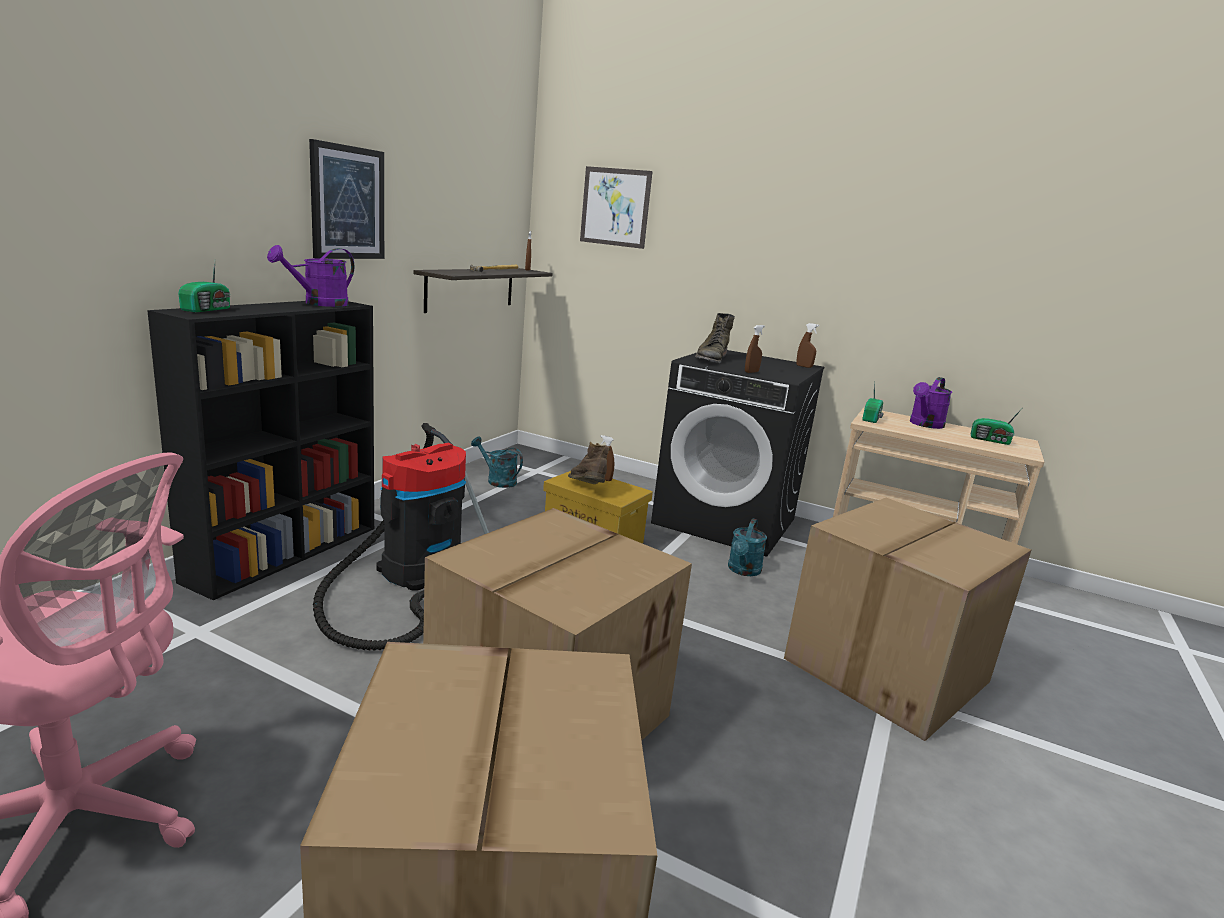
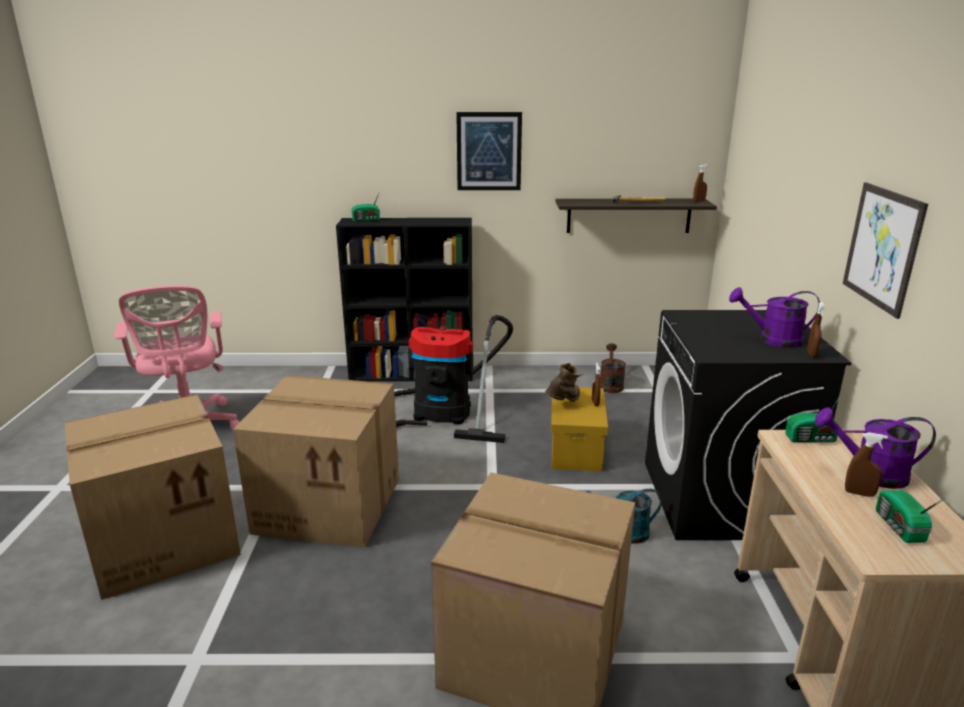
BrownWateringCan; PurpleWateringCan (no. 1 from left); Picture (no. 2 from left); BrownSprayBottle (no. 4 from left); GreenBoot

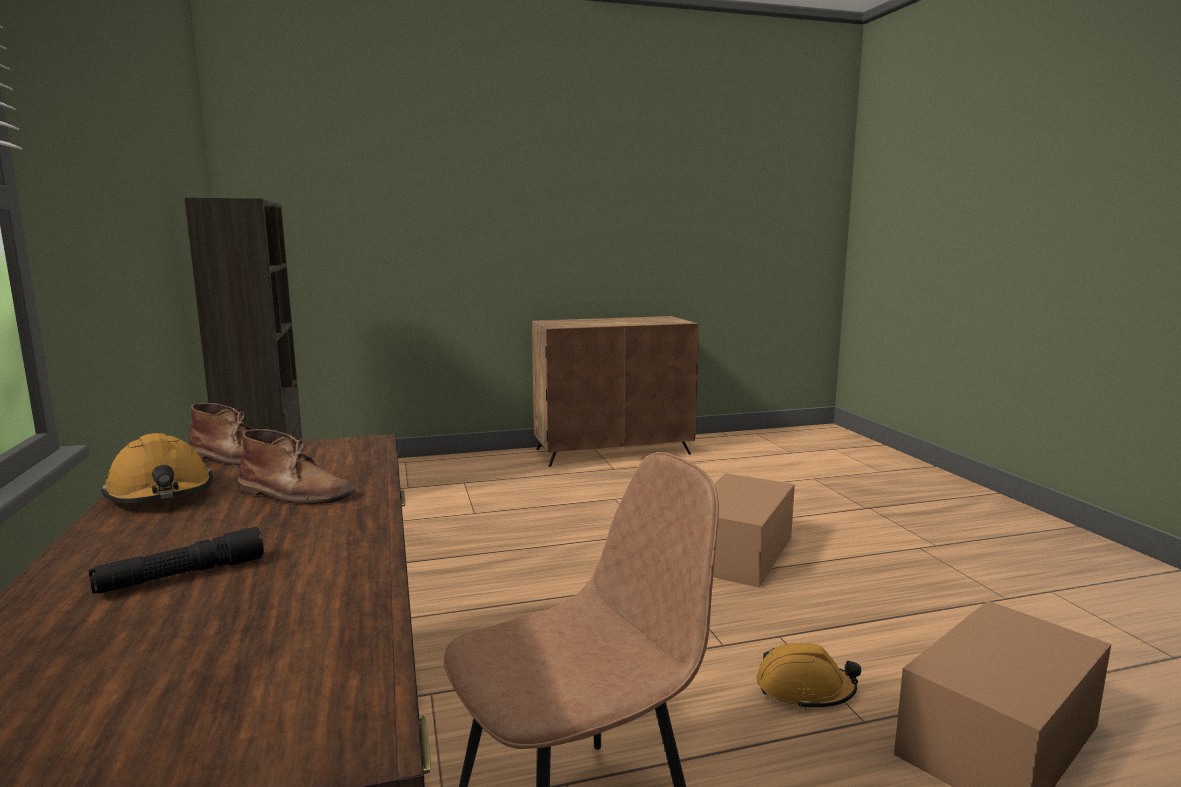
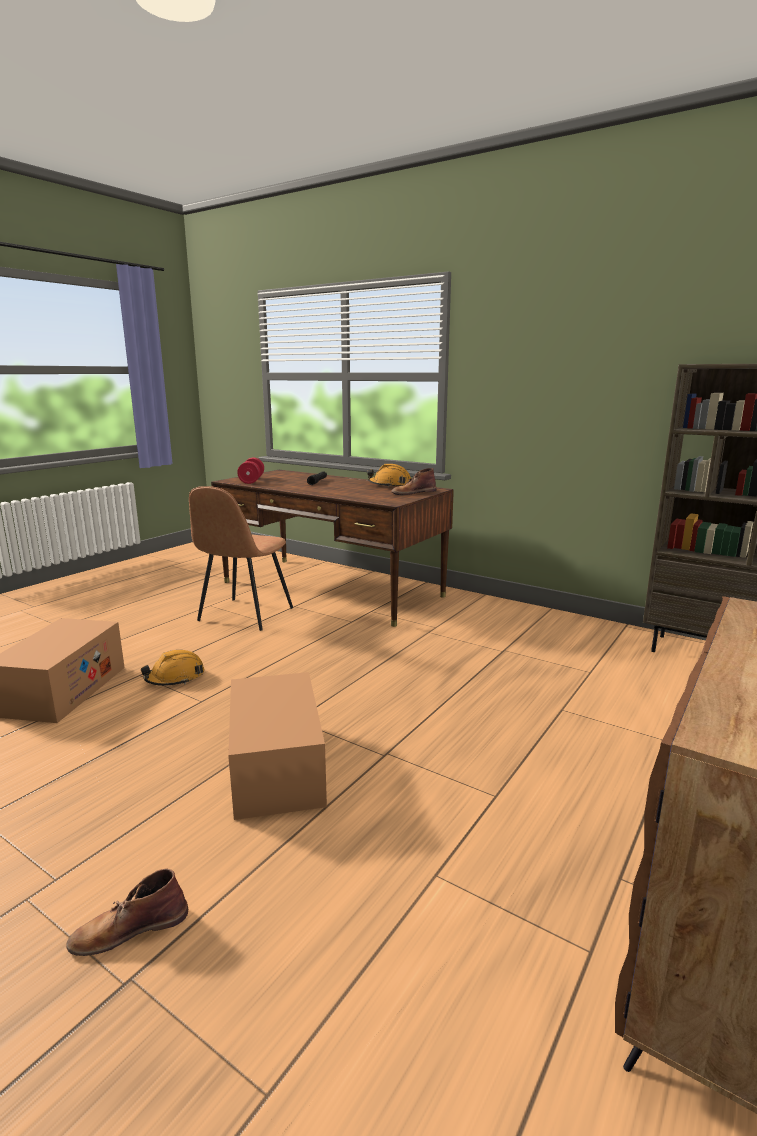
BrownBoot (no. 1 from left); RedDumbbell

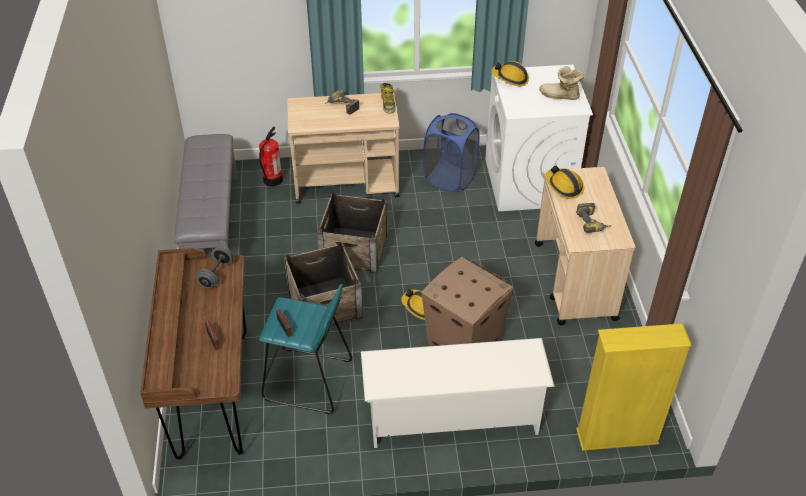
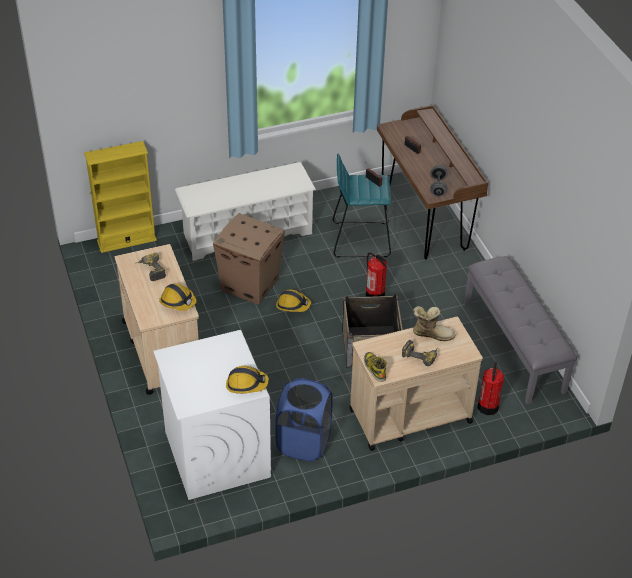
FireExtinguisher (no. 1 from left); Boot (no. 2 from left)

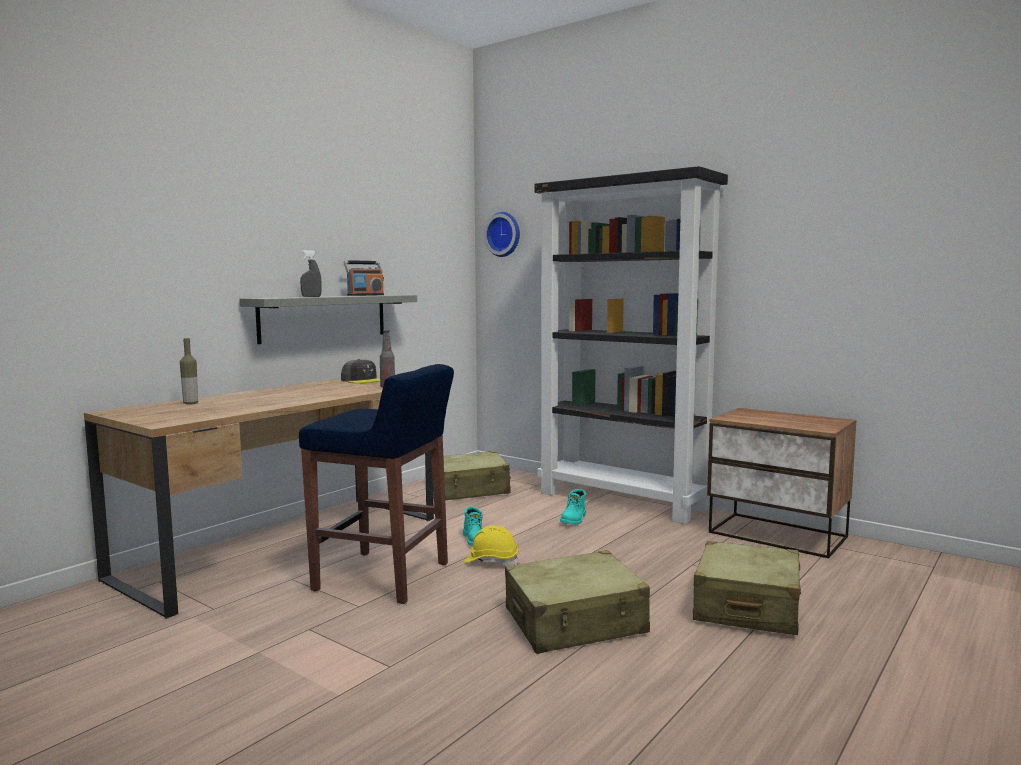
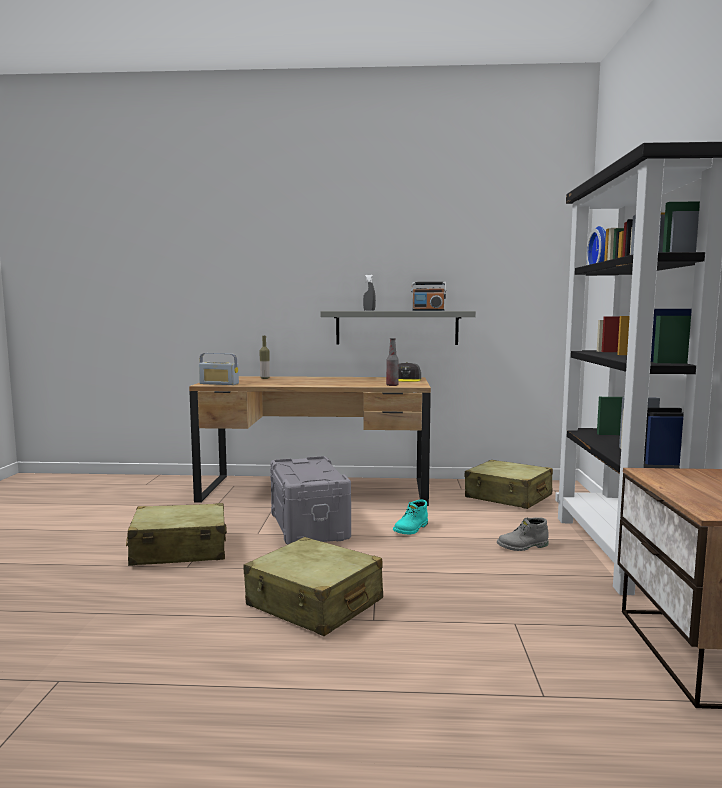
BeigeSuitcase (no. 1 from left); Radio (no. 1 from left); GreyStorageBox; GreyBoot; YellowHardHat

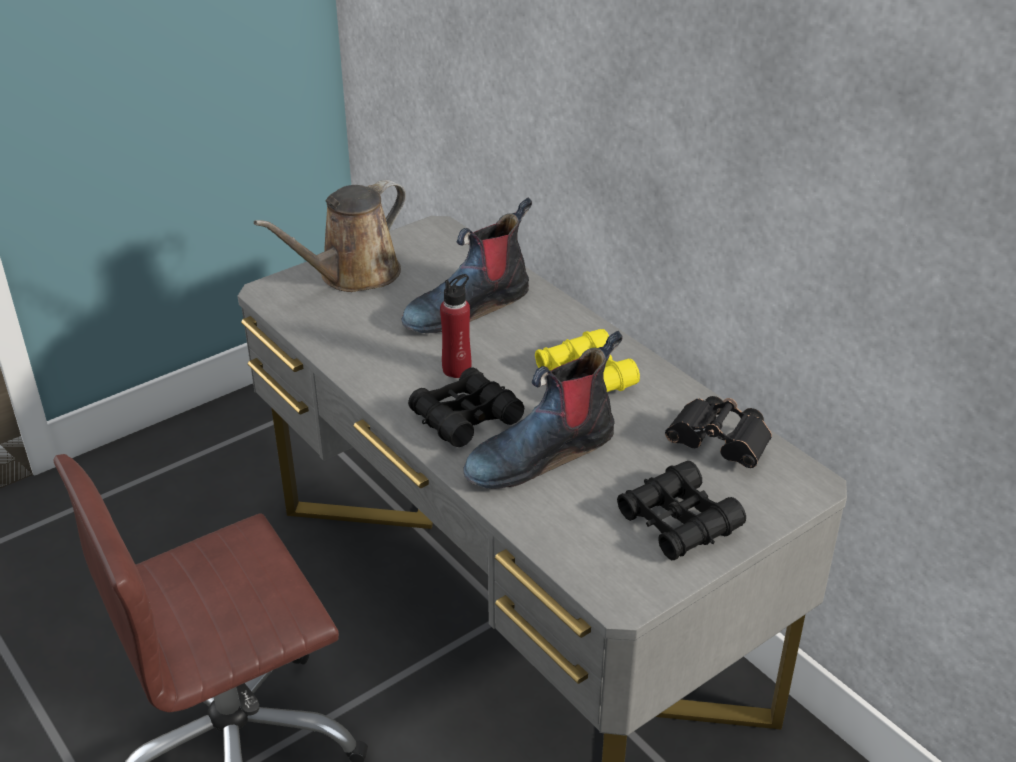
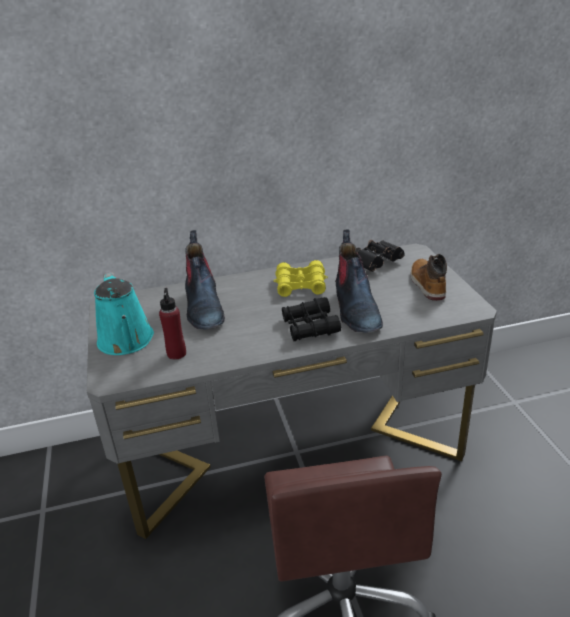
TurquoiseWateringCan; RedBottle; Boot (no. 3 from left)

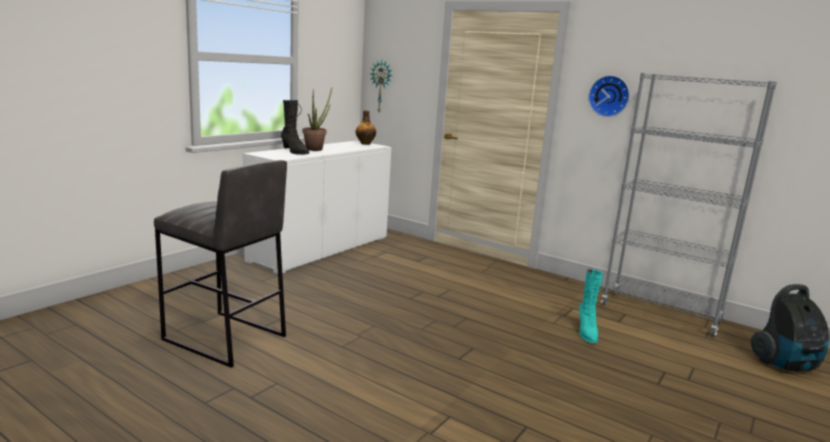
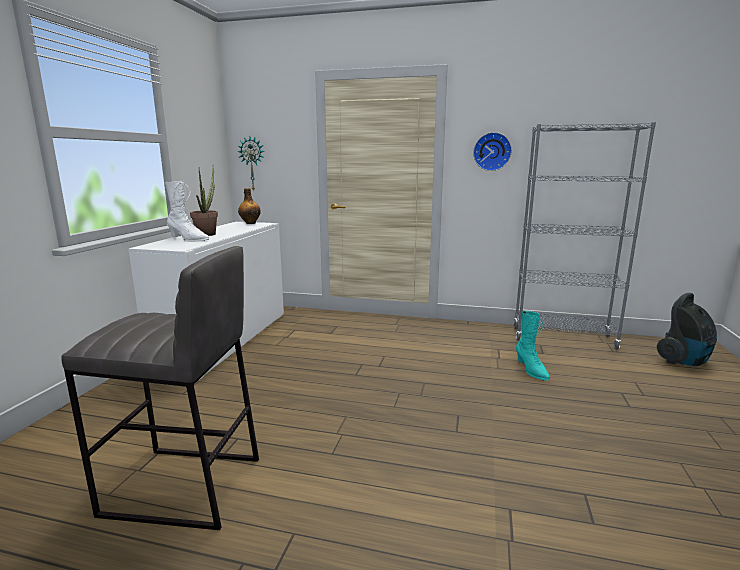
WhiteBoot

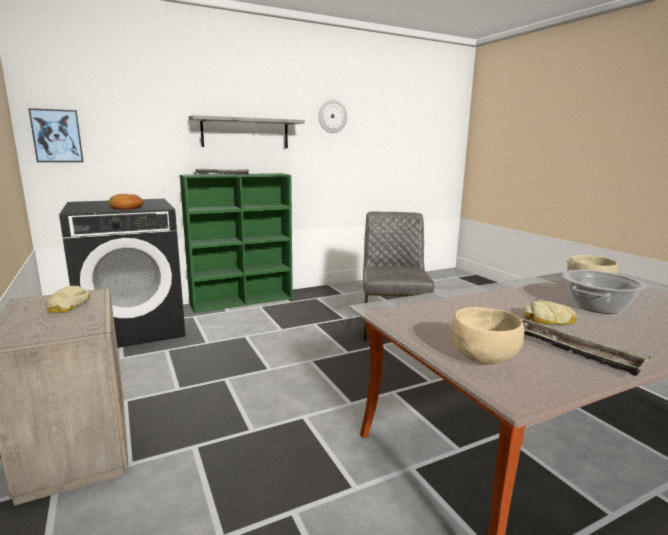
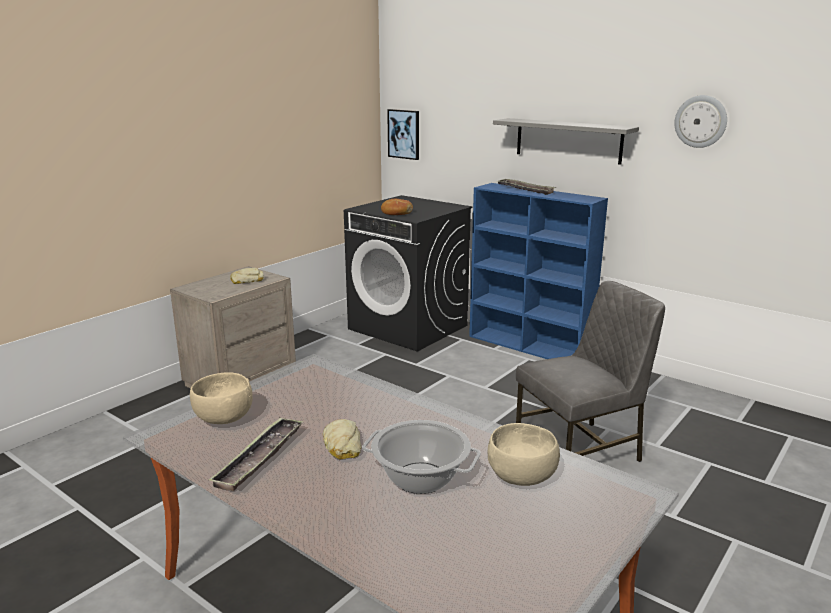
BlueBookcase

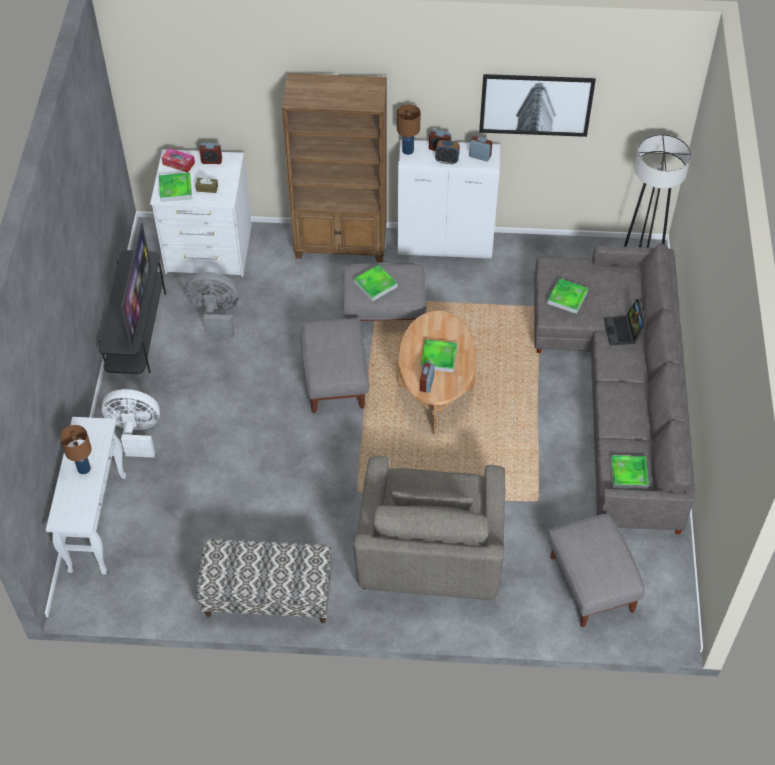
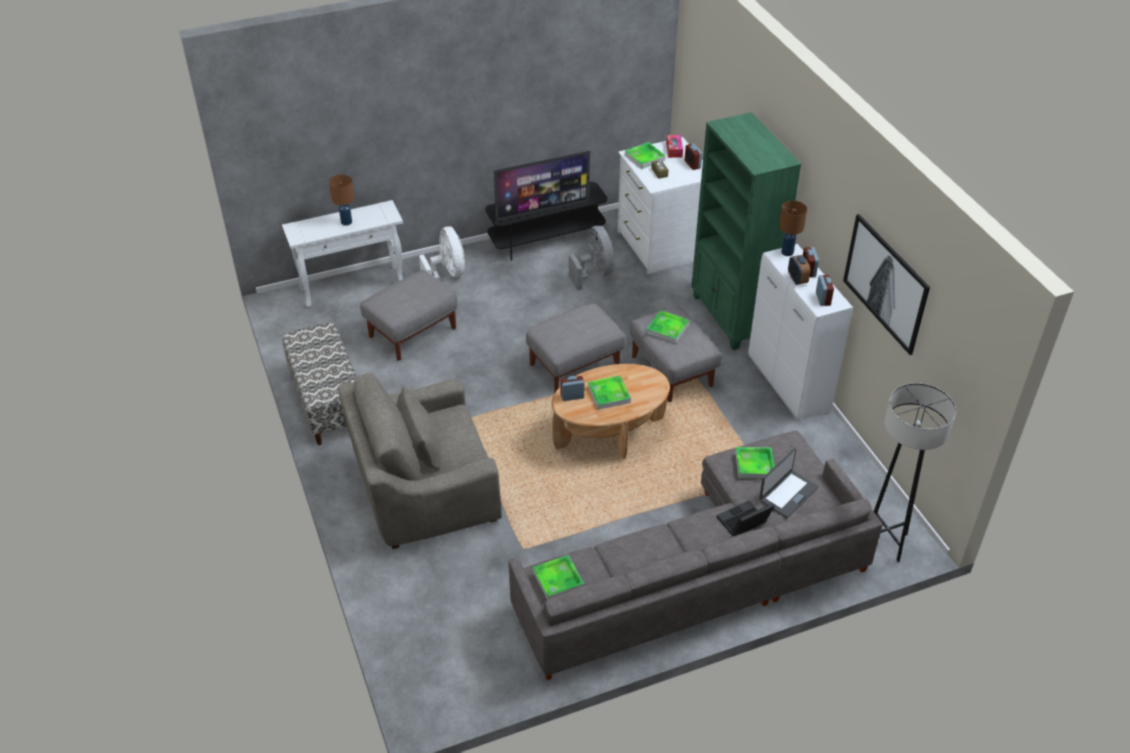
GreyOttoman (no. 1 from left); GreenBookcase; Laptop (no. 2 from left)

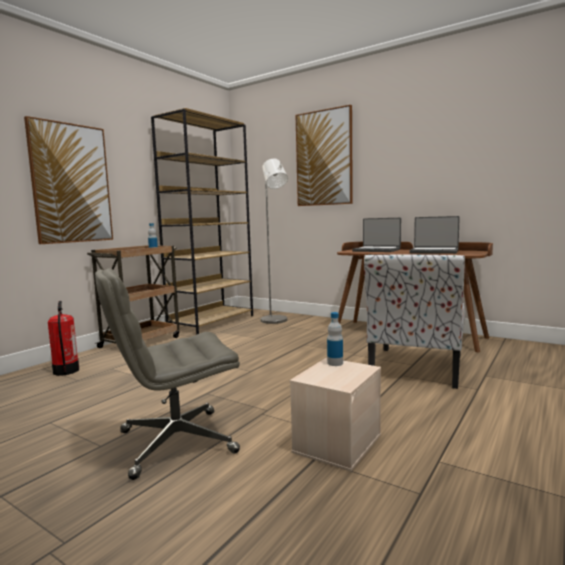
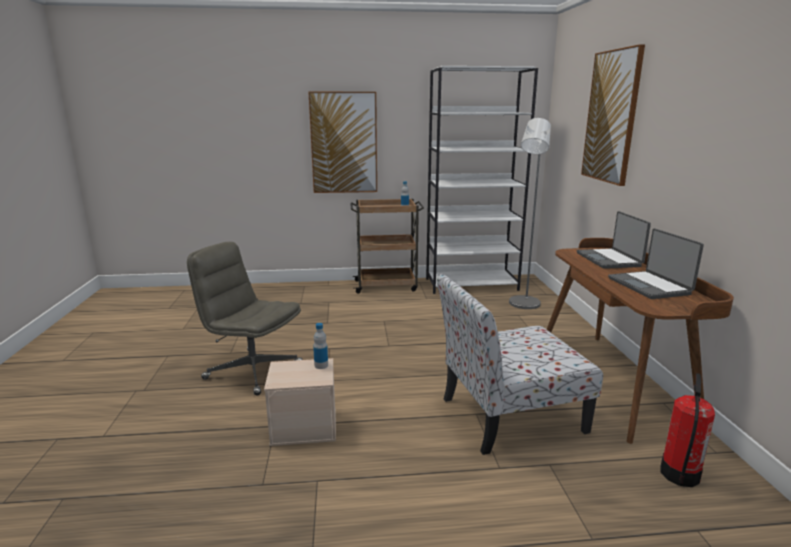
WhiteBookcase; FireExtinguisher

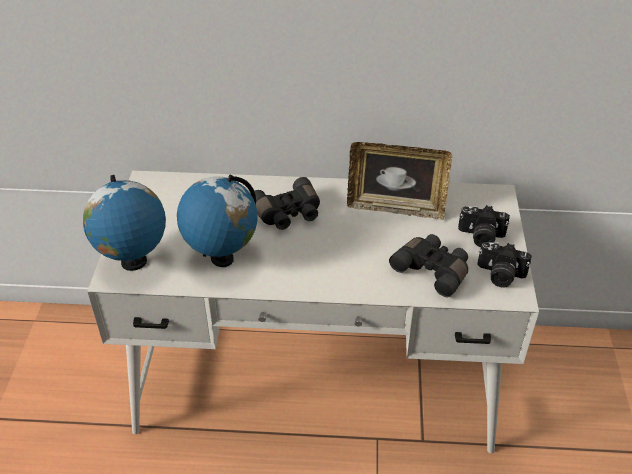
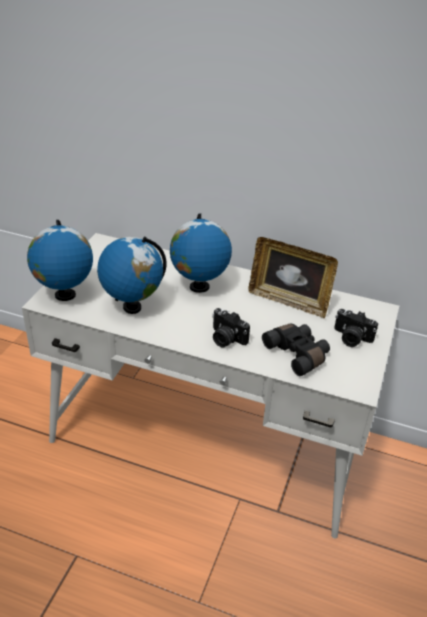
Globe (no. 3 from left); PhotoCamera (no. 1 from left)

